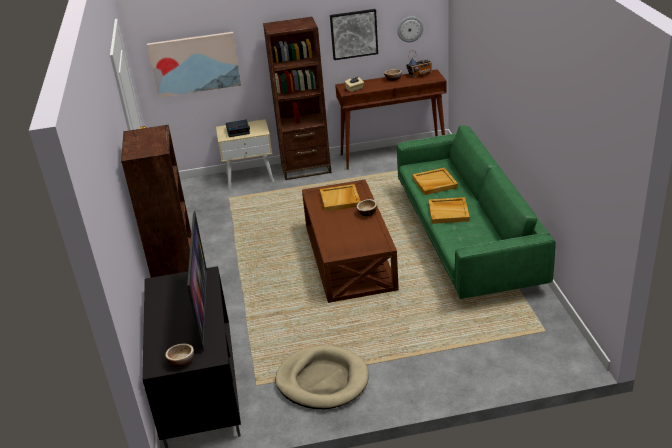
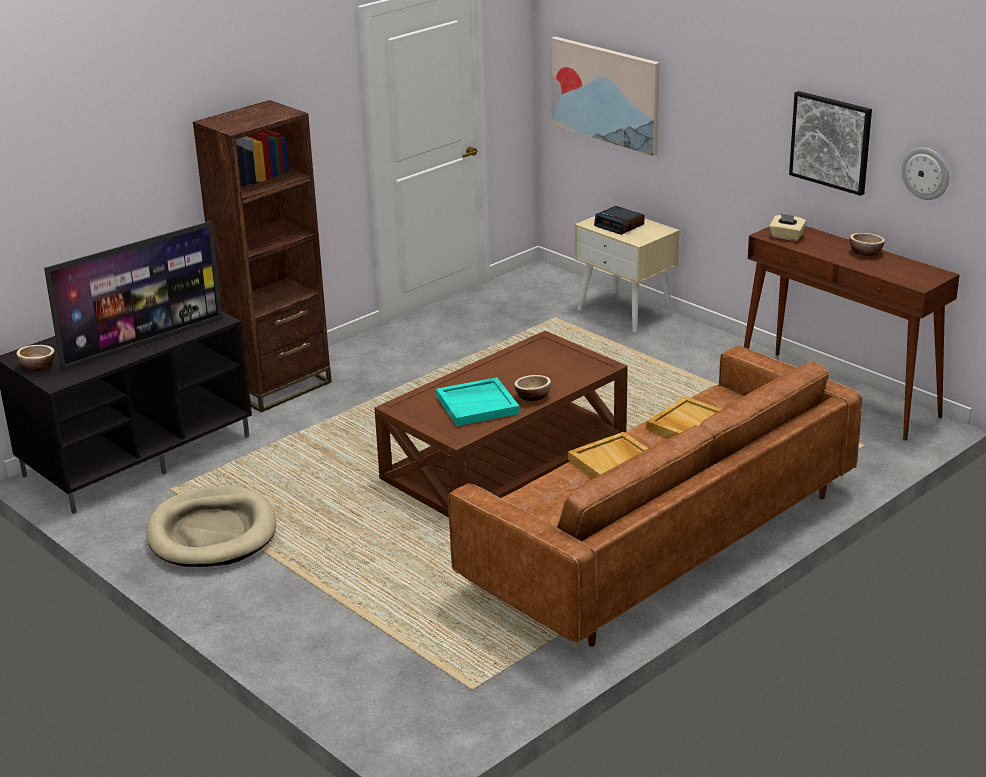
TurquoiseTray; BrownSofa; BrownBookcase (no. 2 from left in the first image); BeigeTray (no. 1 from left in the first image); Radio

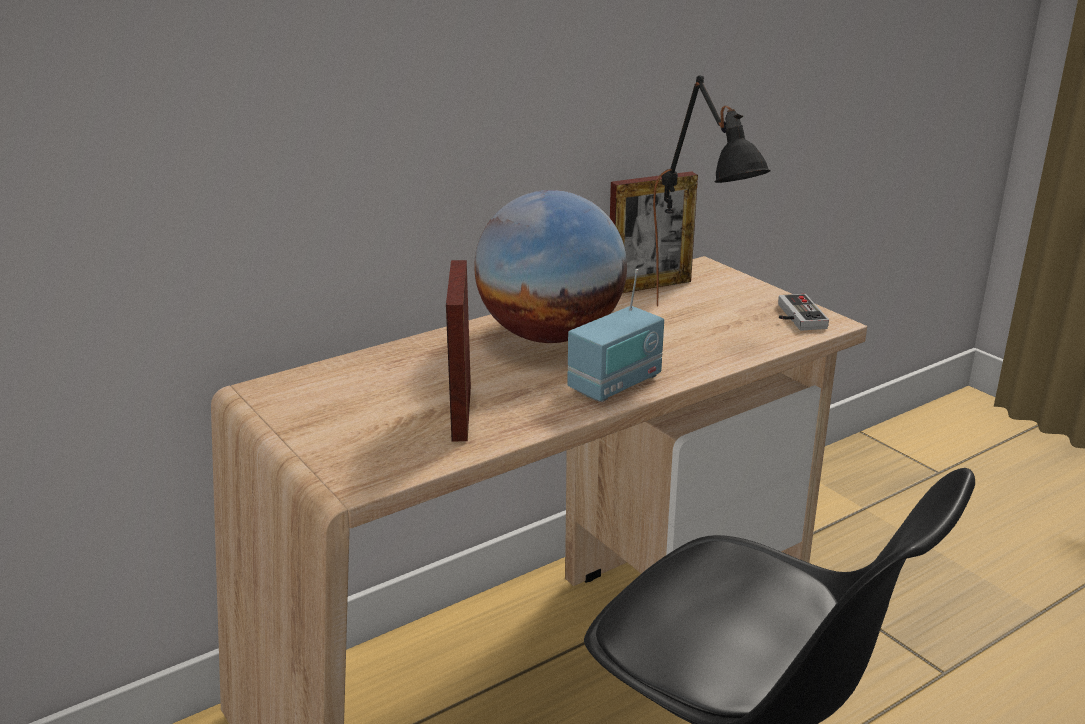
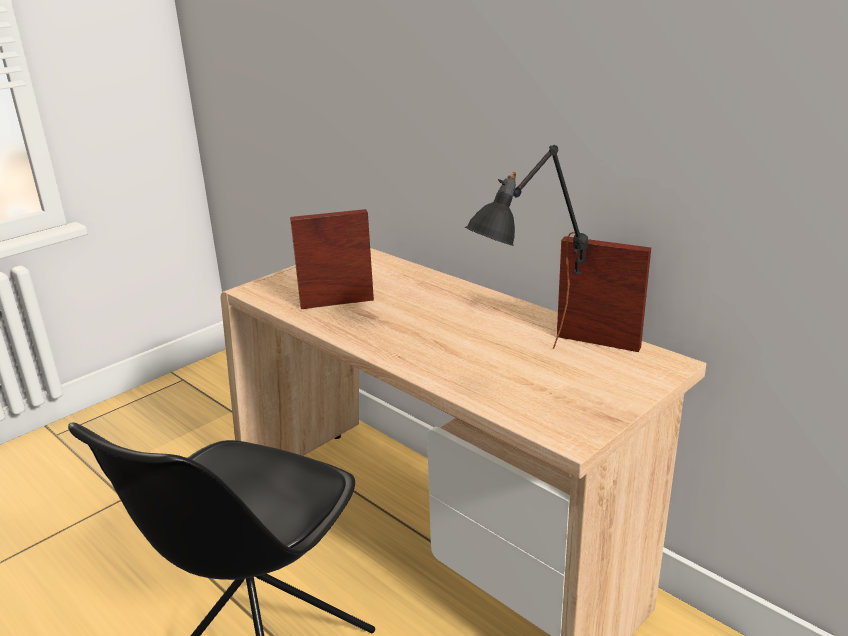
PictureFrame (no. 2 from left); Globe; Radio; GameController

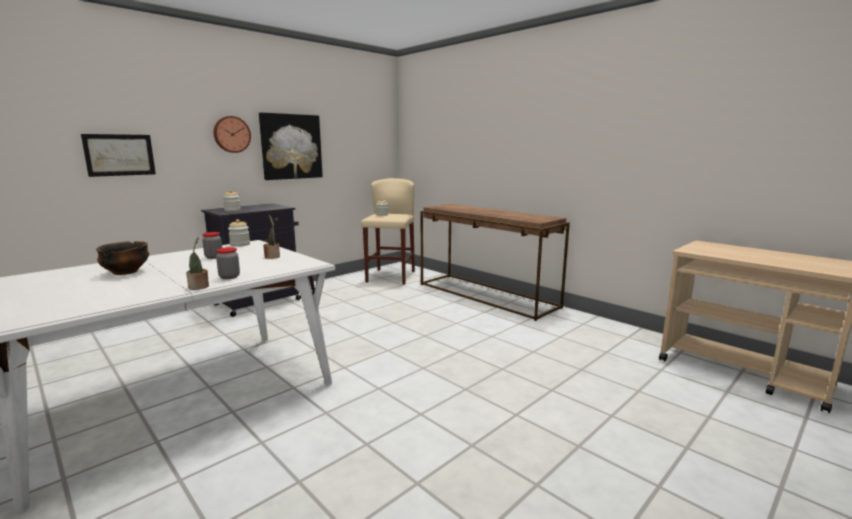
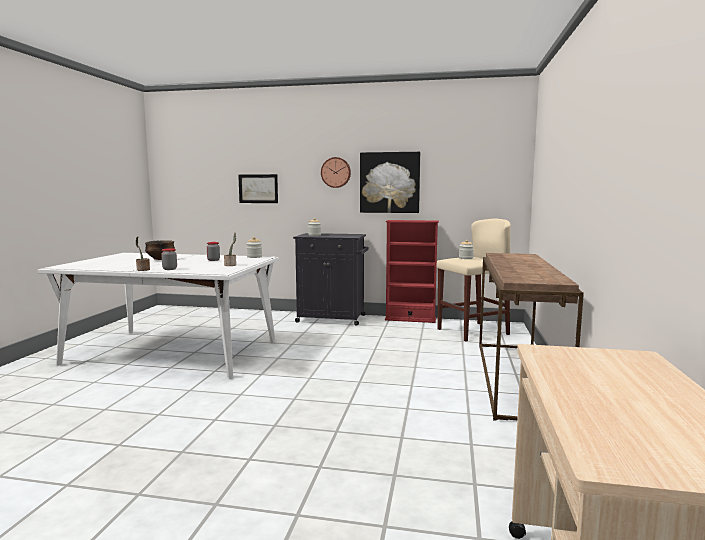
RedBookcase

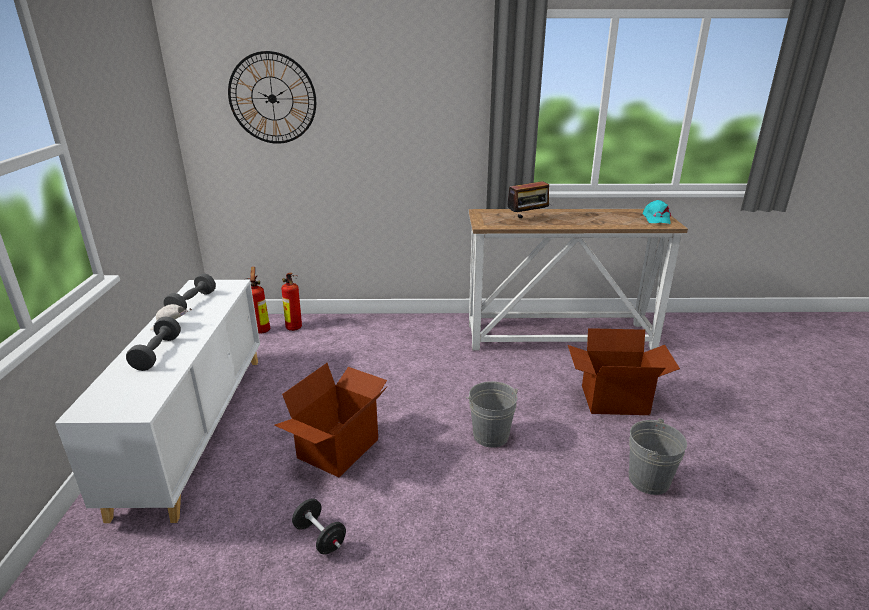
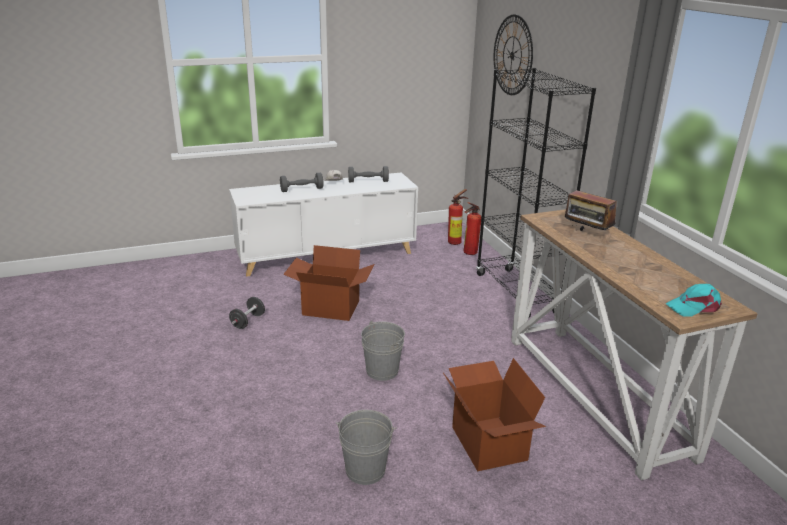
BlackBookcase

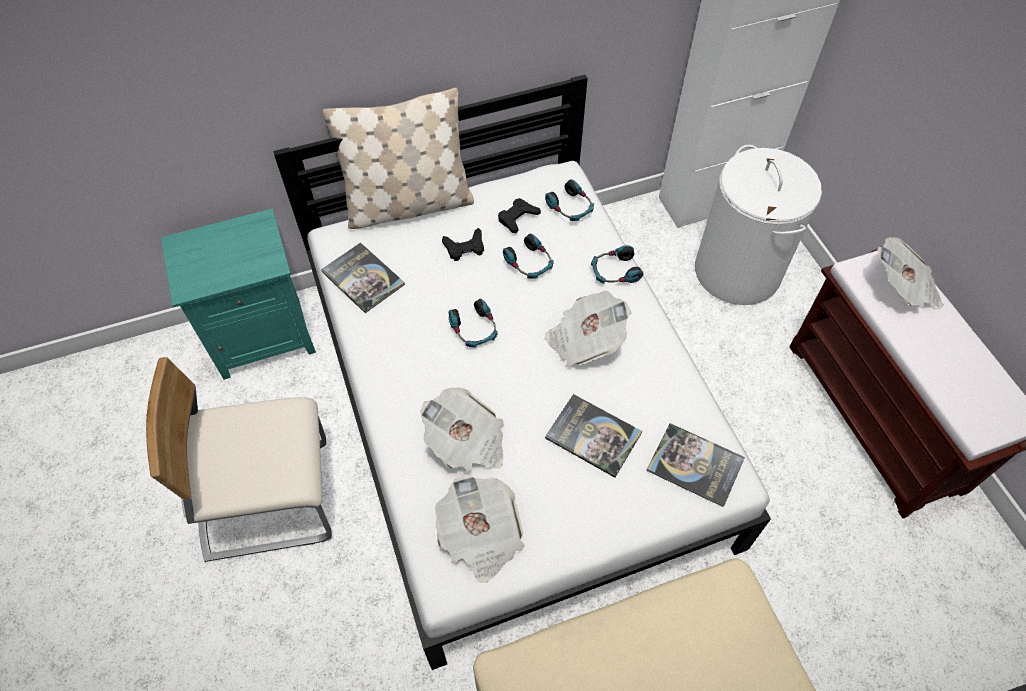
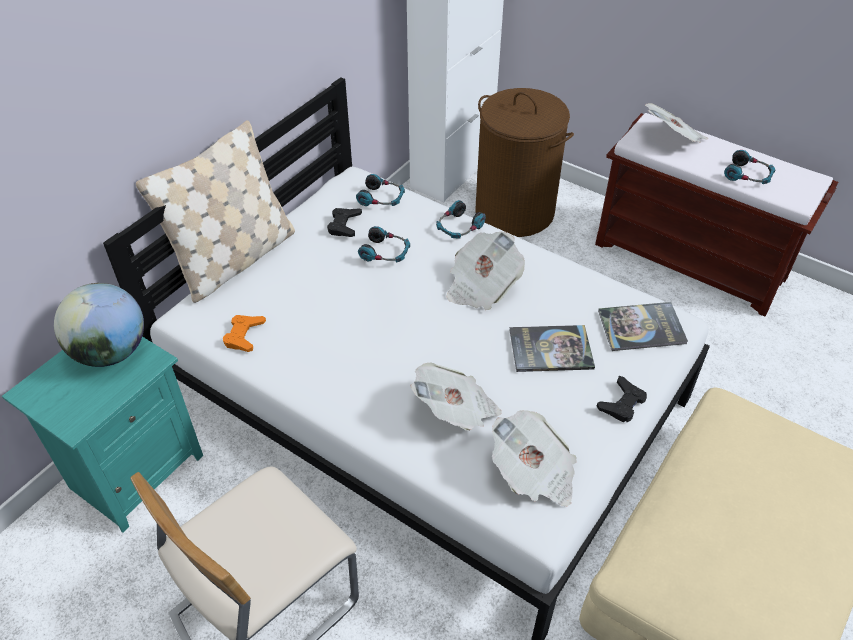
Globe; OrangeGameController; BrownLaundryBasket; BlackGameController (no. 2 from left); Headphones (no. 4 from left)

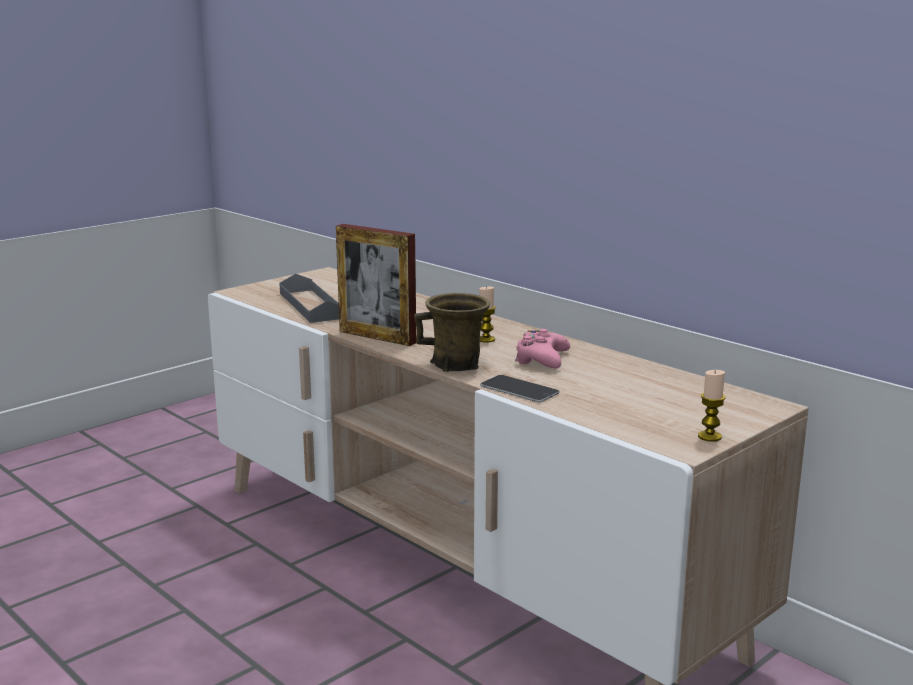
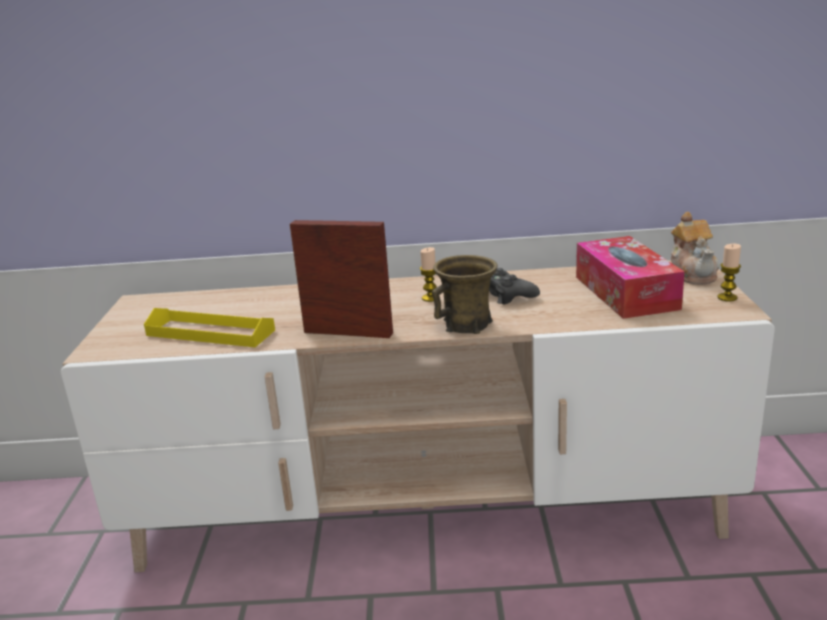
YellowTray; PictureFrame; BlackGameController; TissueBox; Teapot; Phone

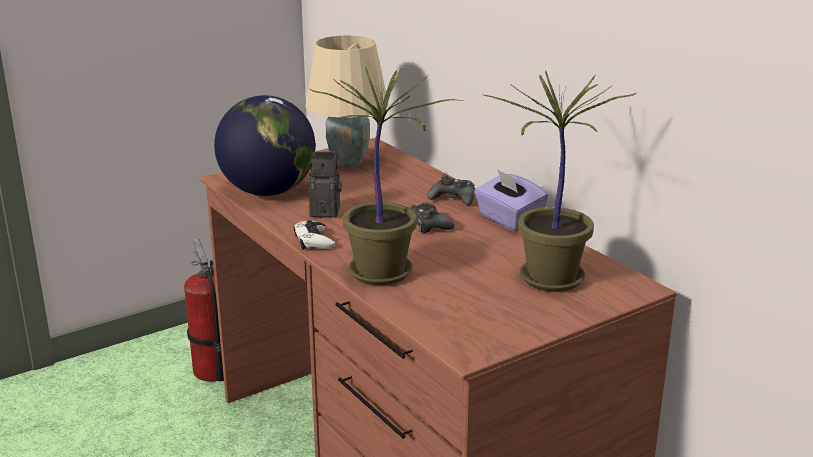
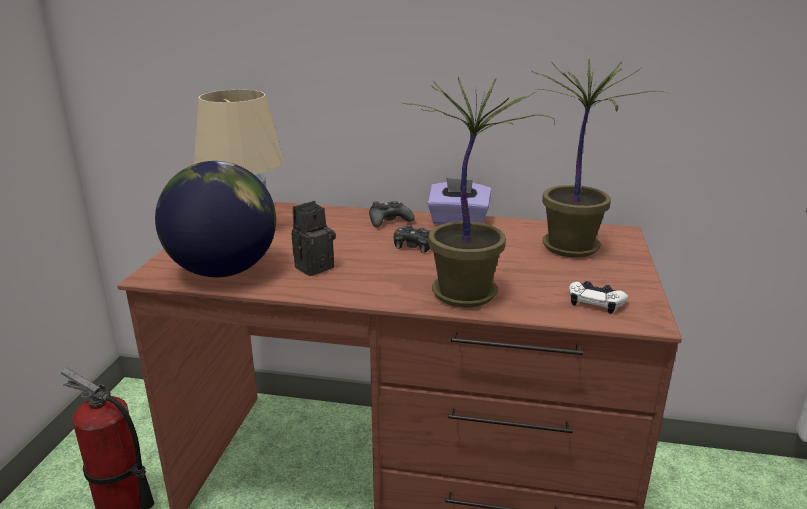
WhiteGameController

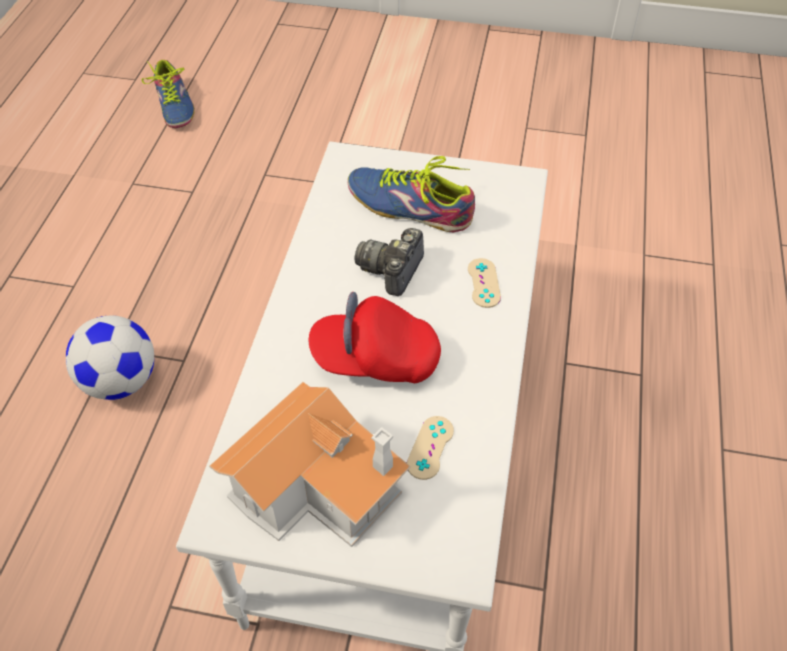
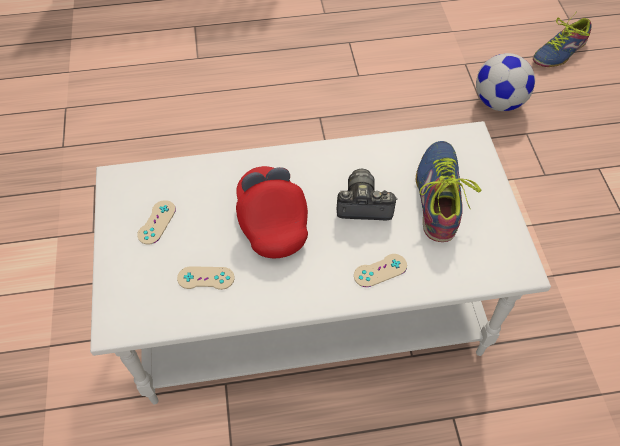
BeigeGameController (no. 1 from left); Football

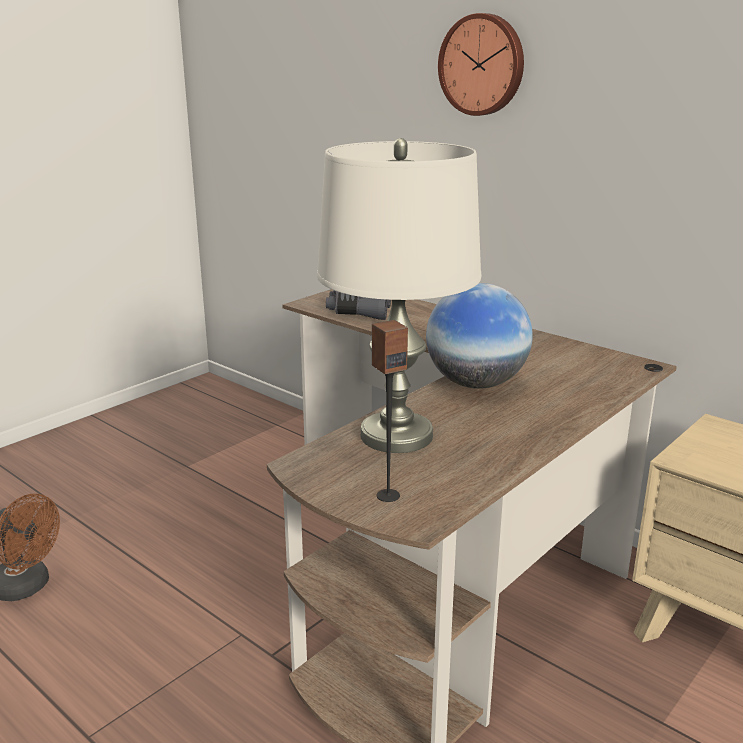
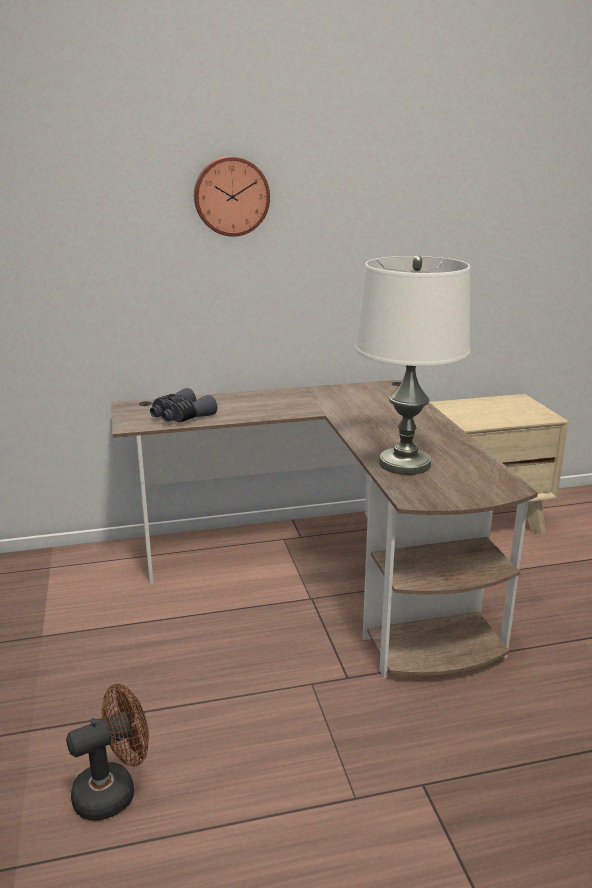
Speaker; Globe

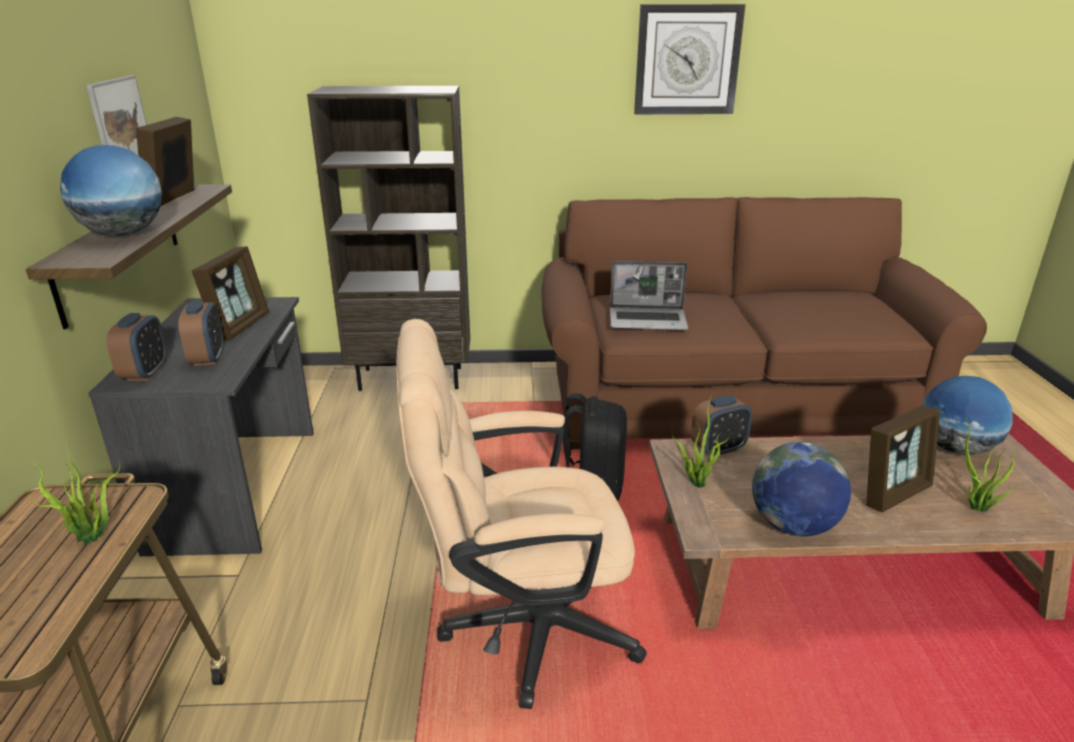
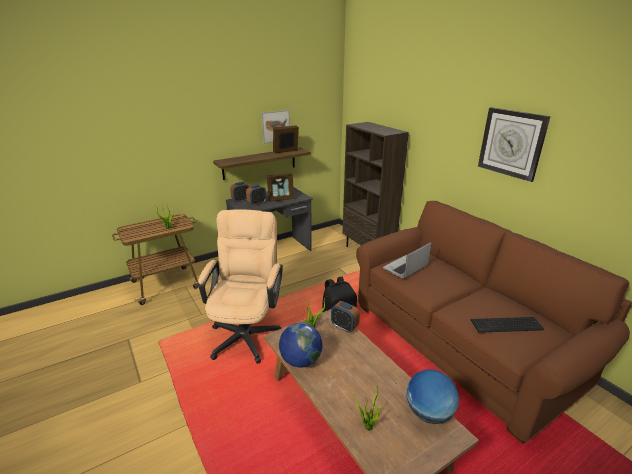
BeigeOfficeChair; Laptop; Keyboard; Globe (no. 1 from left in the first image); PictureFrame (no. 3 from left in the first image)

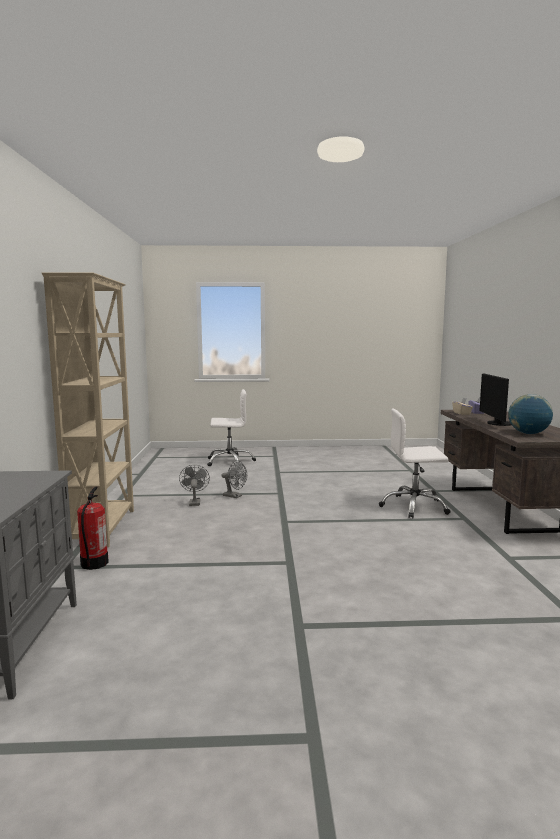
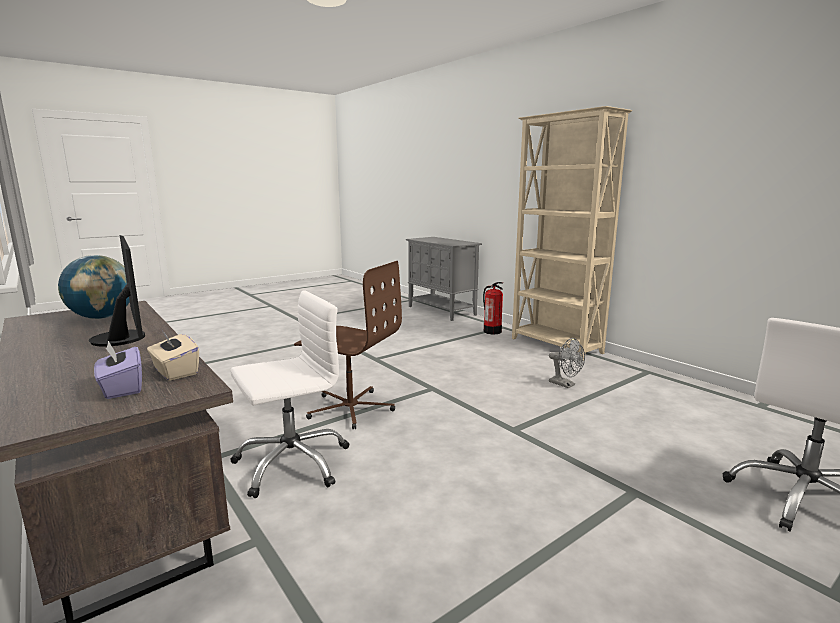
BrownOfficeChair; GreyFan (no. 2 from left in the first image)

